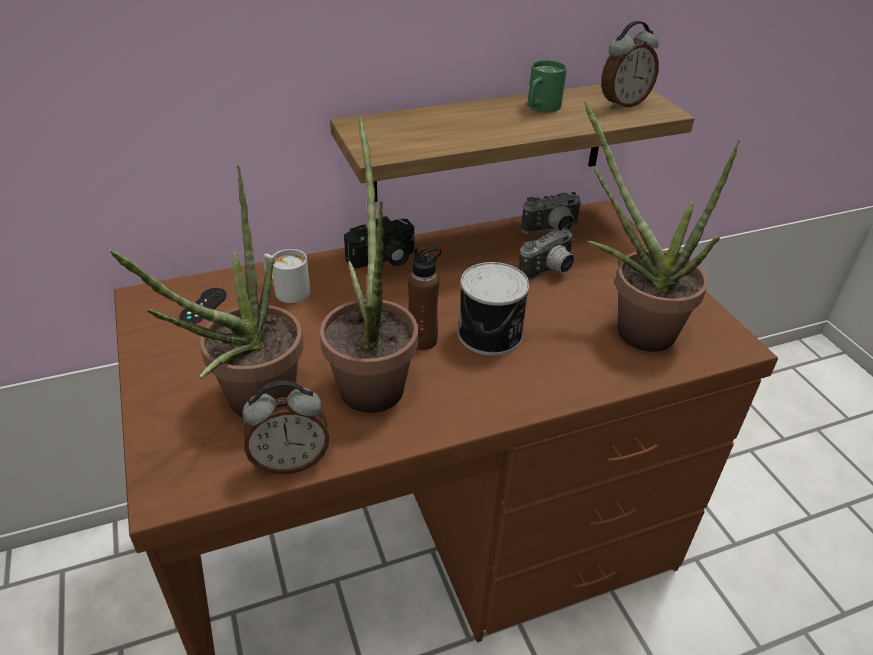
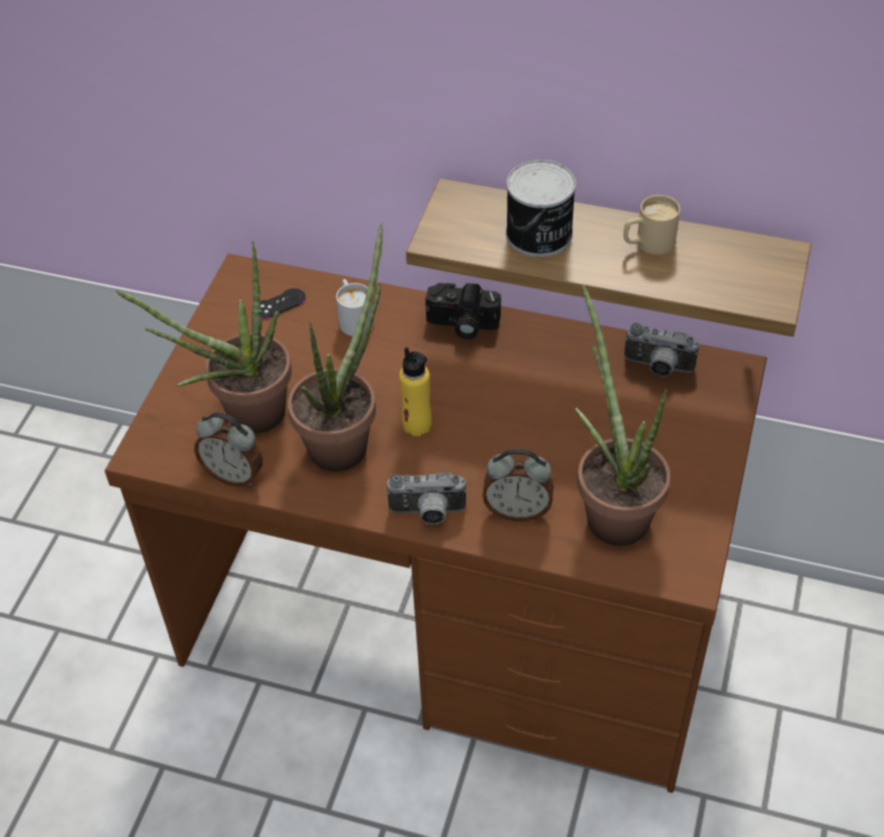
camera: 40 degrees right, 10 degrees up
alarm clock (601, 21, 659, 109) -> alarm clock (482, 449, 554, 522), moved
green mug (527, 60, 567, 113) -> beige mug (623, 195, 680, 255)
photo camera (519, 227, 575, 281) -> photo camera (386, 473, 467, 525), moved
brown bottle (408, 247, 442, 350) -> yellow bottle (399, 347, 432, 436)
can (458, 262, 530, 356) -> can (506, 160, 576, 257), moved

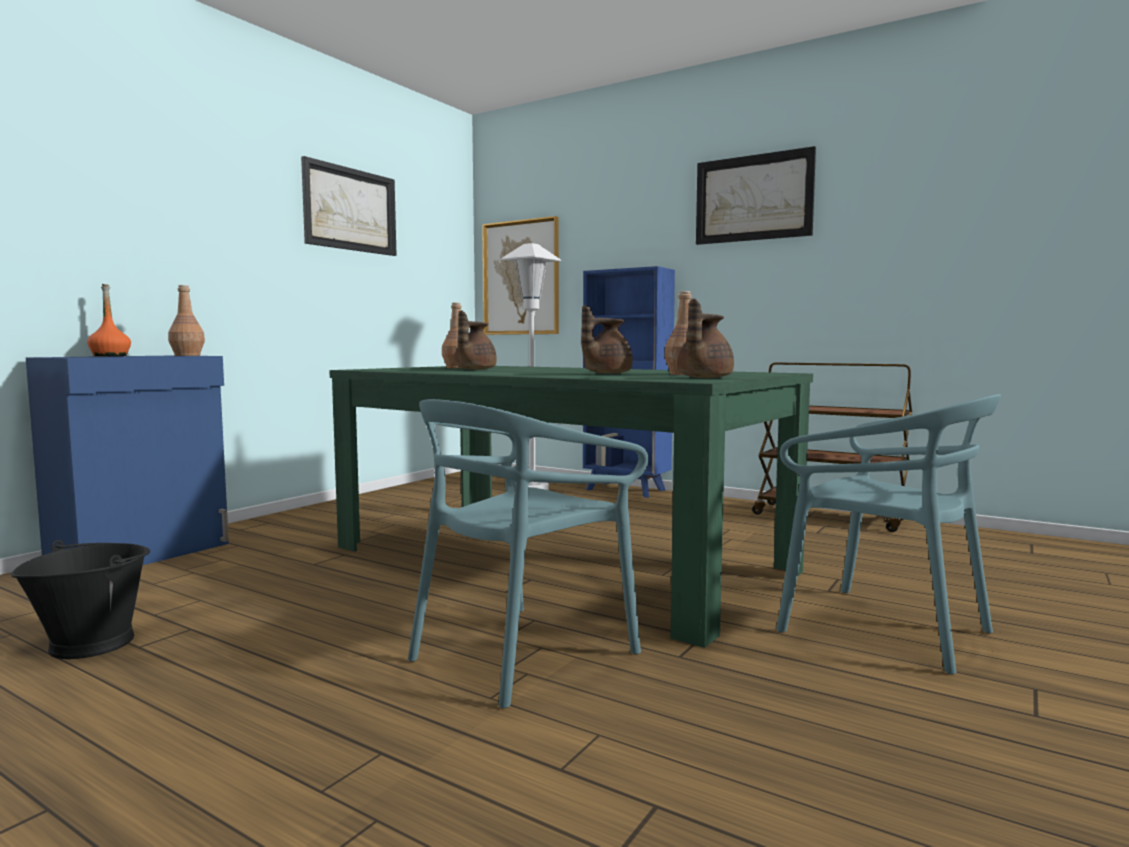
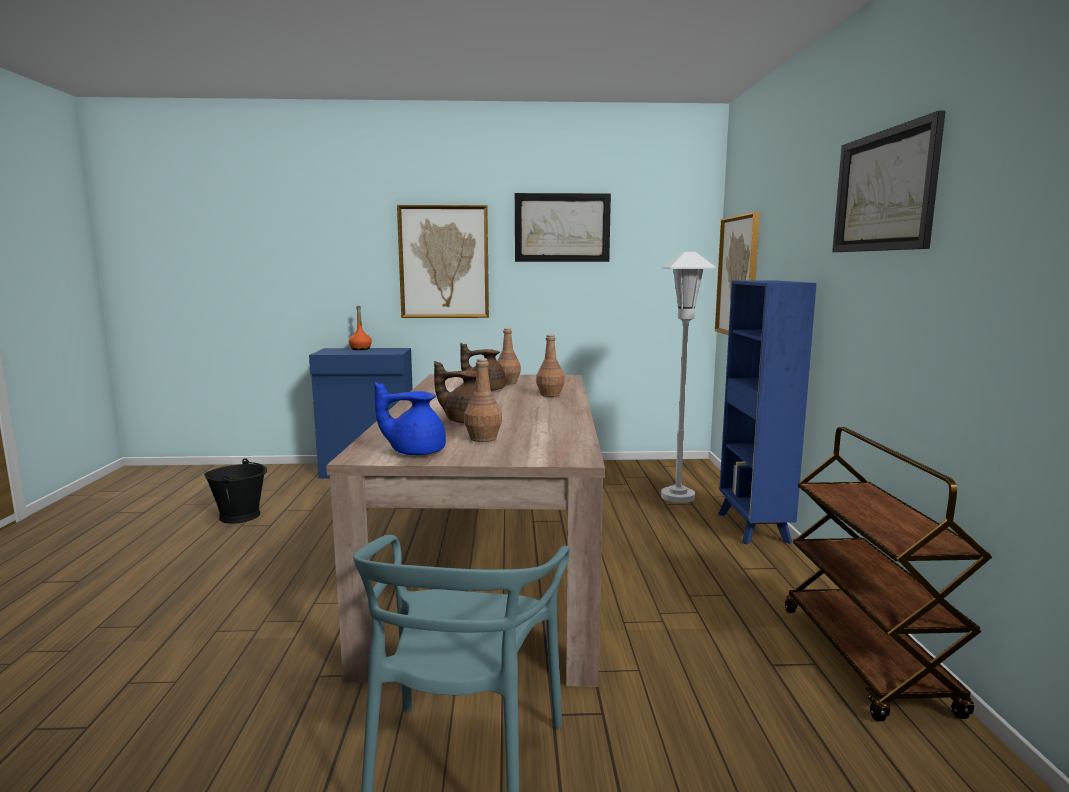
camera: 55 degrees right, 5 degrees up
brown bottle (168, 285, 205, 356) -> brown bottle (536, 334, 565, 397), moved
brown teapot (677, 299, 734, 378) -> blue teapot (374, 382, 446, 455)
green dining table (329, 366, 813, 648) -> beige dining table (326, 374, 605, 687)
turquoise chair (408, 399, 648, 708) -> none
none -> picture (397, 205, 489, 318)

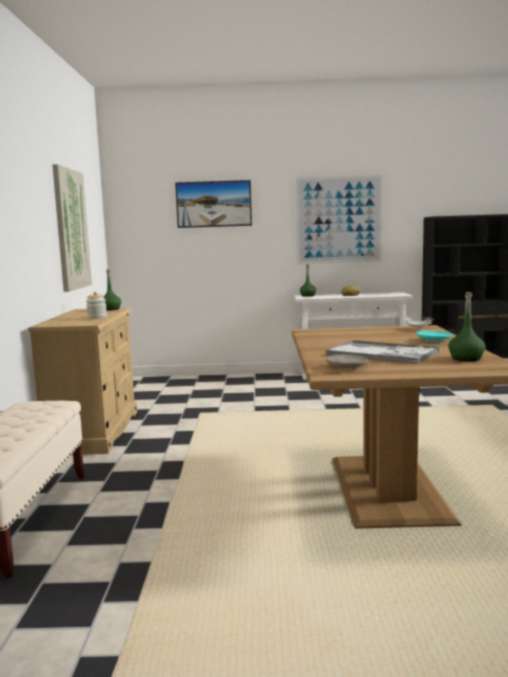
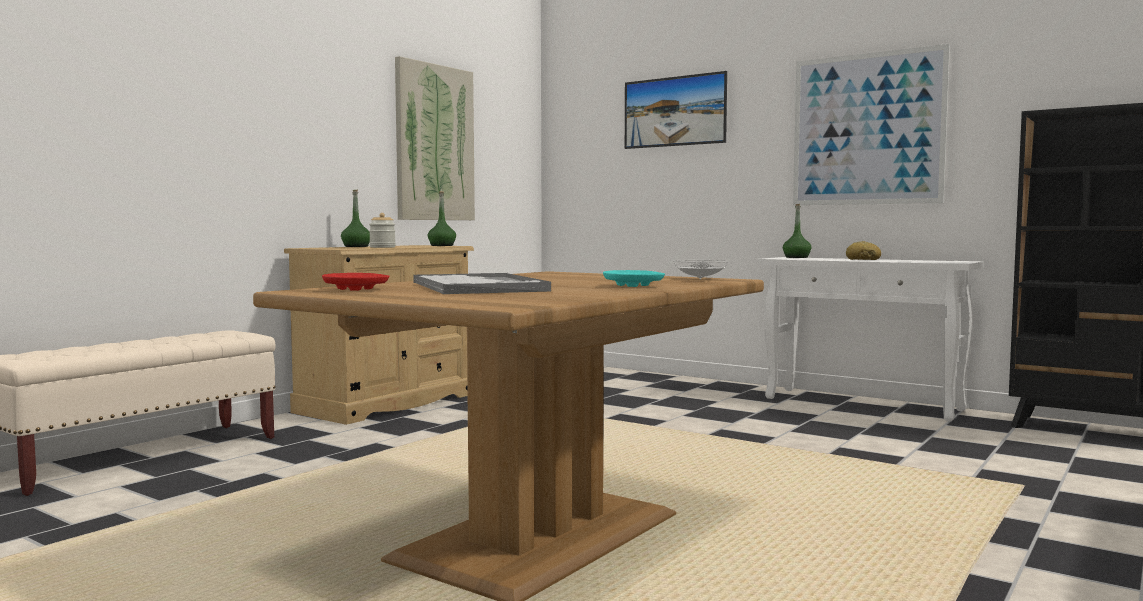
camera: 35 degrees right, 5 degrees down
green bottle (448, 292, 485, 361) -> green bottle (341, 190, 370, 247), moved
beige plate (326, 355, 368, 369) -> red plate (322, 273, 390, 291)

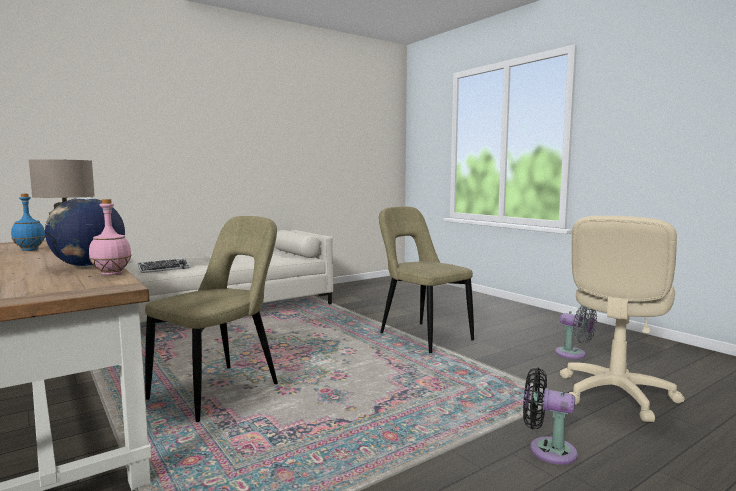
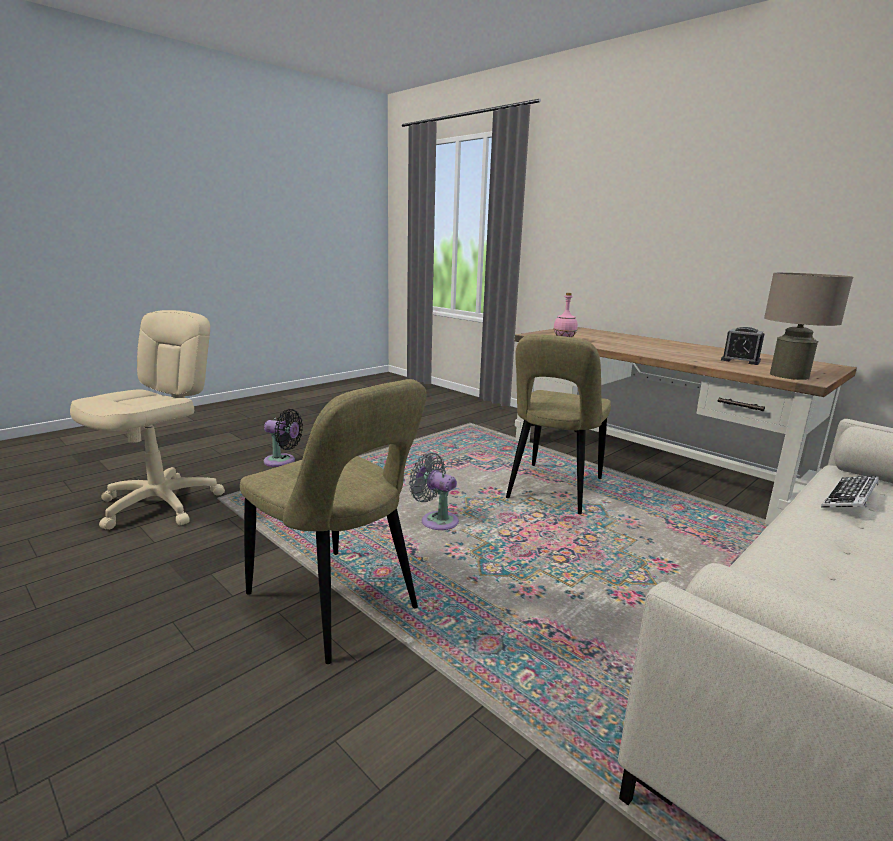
camera: 170 degrees right, 10 degrees up
blue bottle (11, 194, 45, 251) -> alarm clock (721, 327, 765, 365)
globe (45, 197, 125, 267) -> none
grey fan (555, 306, 597, 359) -> grey fan (409, 453, 459, 530), moved

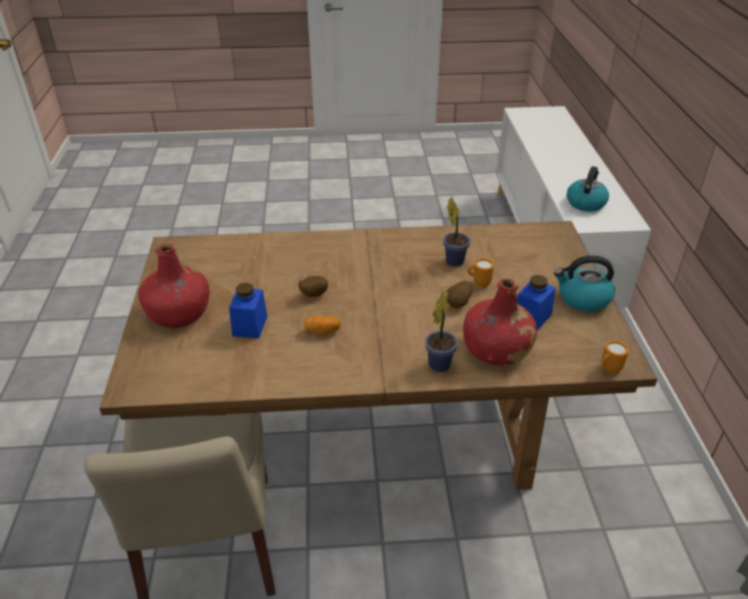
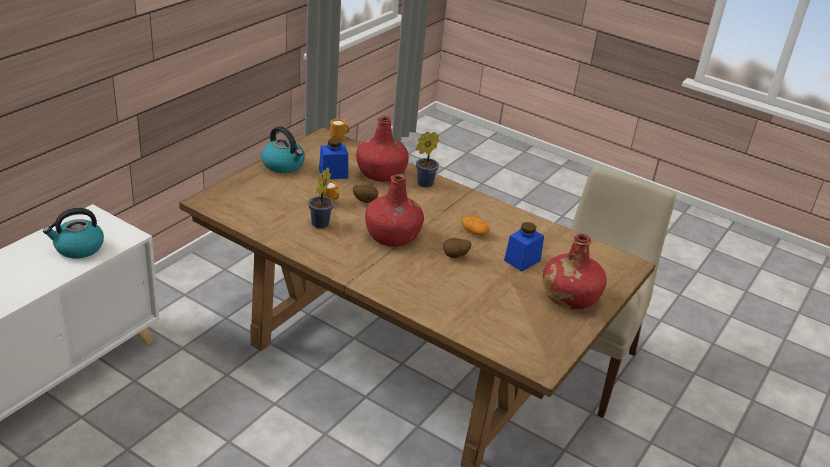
camera: 145 degrees left, 5 degrees down
none -> red bottle (365, 174, 424, 247)

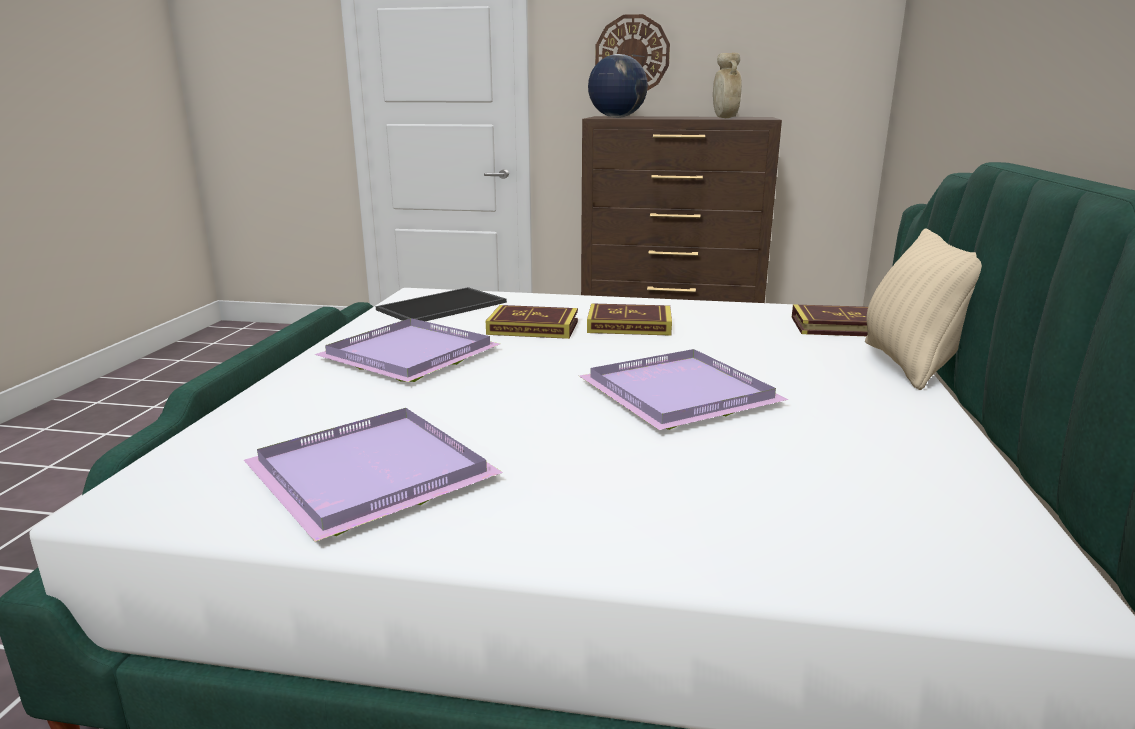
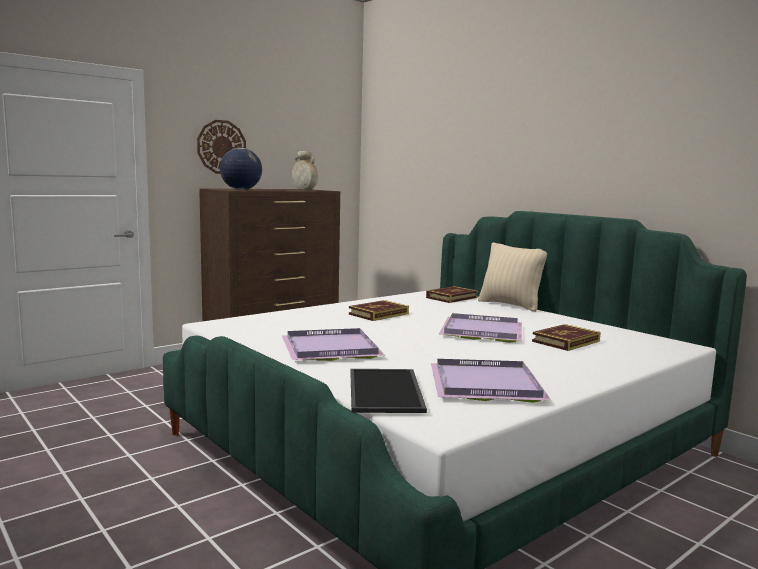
camera: 50 degrees left, 10 degrees down
tray (376, 287, 507, 321) -> tray (350, 369, 427, 413), moved
book (486, 305, 578, 339) -> book (532, 324, 601, 351), moved

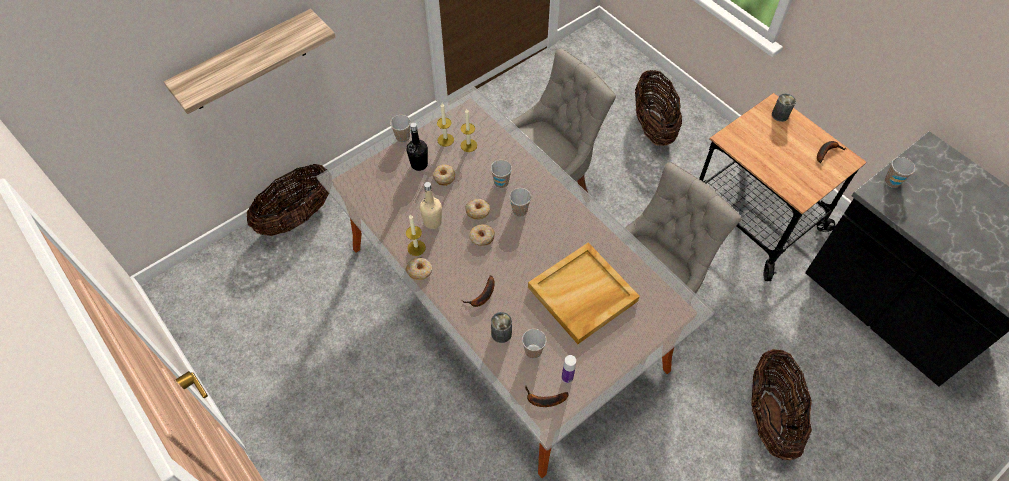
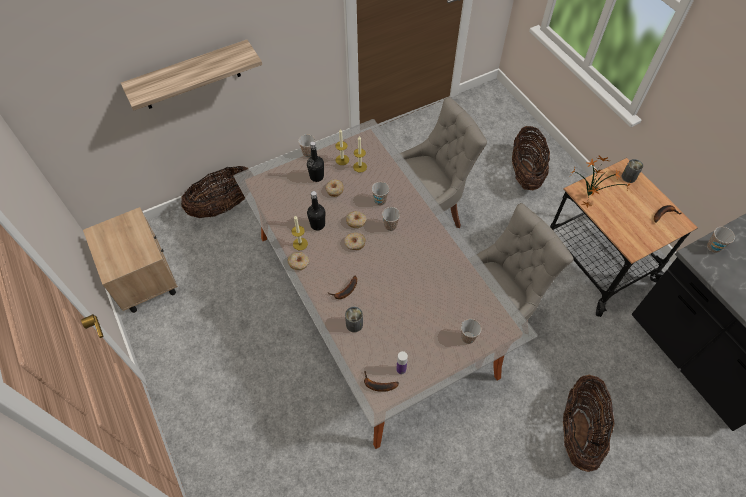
camera: 10 degrees right, 0 degrees up
beige bottle (420, 182, 442, 229) -> black bottle (307, 191, 325, 231)
beige tray (528, 243, 640, 344) -> none
cup (522, 329, 547, 359) -> cup (461, 319, 481, 344), moved
none -> potted plant (571, 156, 630, 208)
none -> beige nightstand (83, 207, 178, 313)

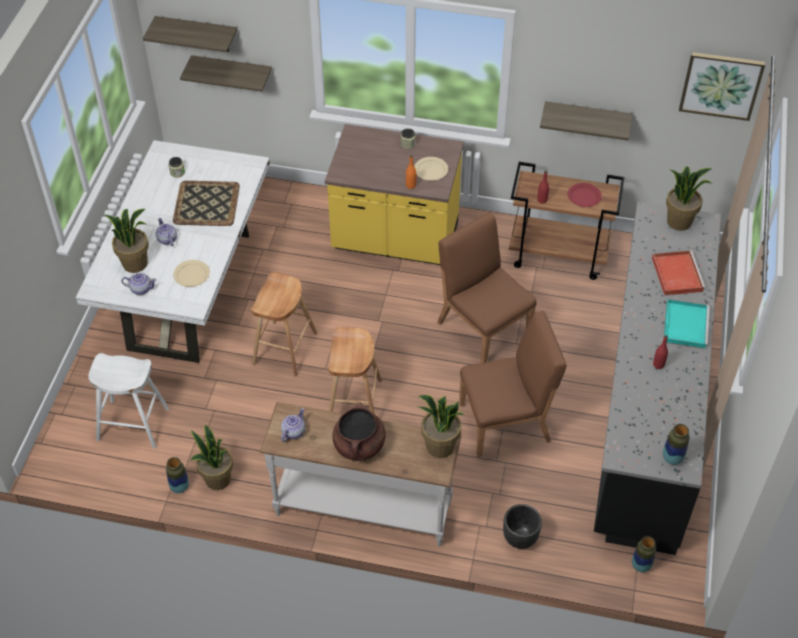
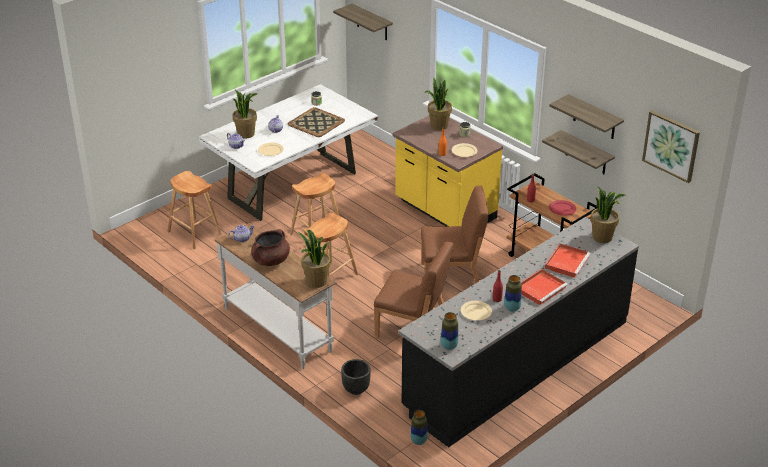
camera: 35 degrees right, 15 degrees down
shelf (180, 55, 272, 92) -> shelf (549, 94, 624, 139), moved
brown chair (437, 212, 537, 363) -> brown chair (421, 186, 489, 283), 90 degrees clockwise
turquoise tray (664, 299, 710, 349) -> red tray (521, 269, 568, 305)
white stool (88, 353, 169, 449) -> brown stool (168, 171, 222, 249)
potted plant (190, 425, 233, 490) -> potted plant (425, 78, 452, 130), moved
vase (166, 457, 189, 493) -> vase (504, 275, 522, 312), moved
none -> beige plate (461, 301, 492, 321)

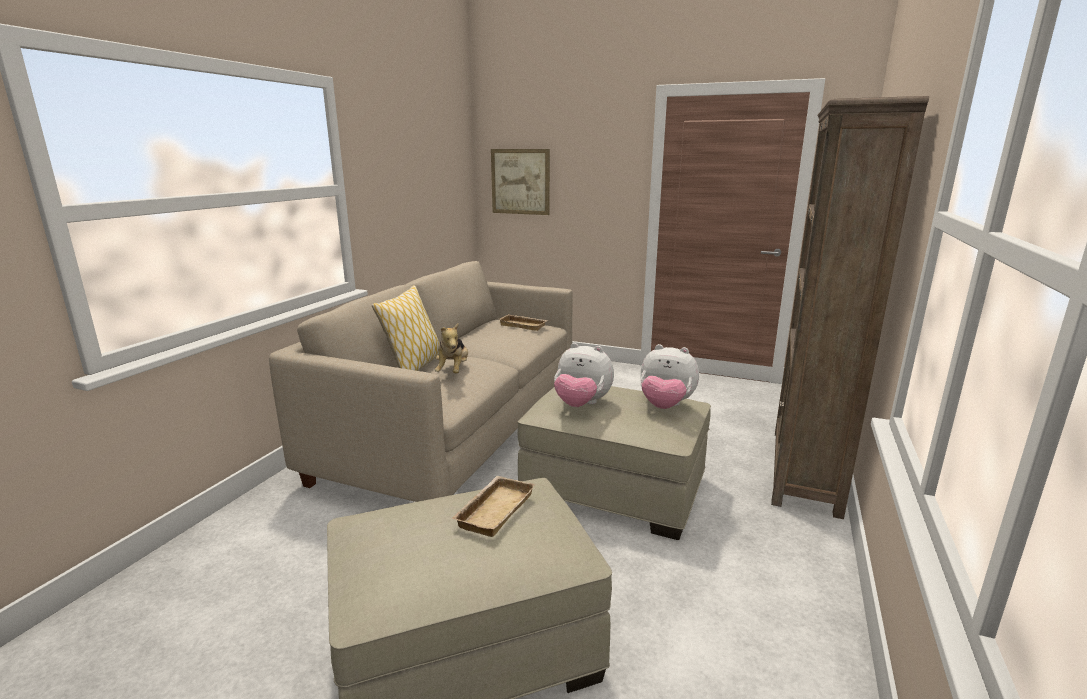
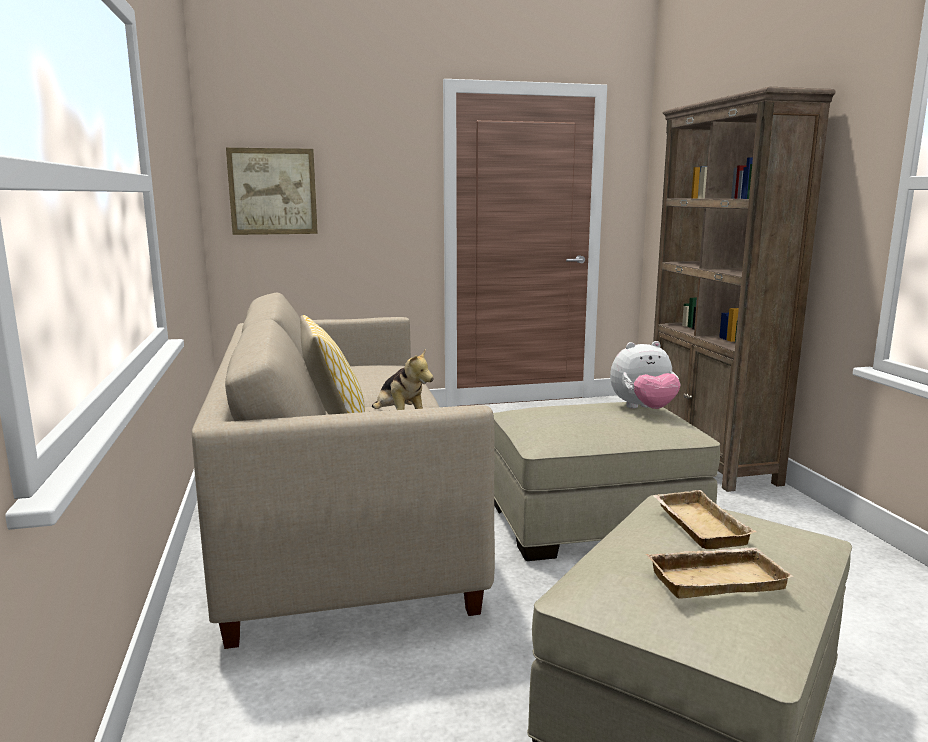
camera: 35 degrees left, 5 degrees down
beige tray (499, 314, 548, 331) -> beige tray (646, 547, 794, 598), moved
plush toy (554, 343, 614, 407) -> none

